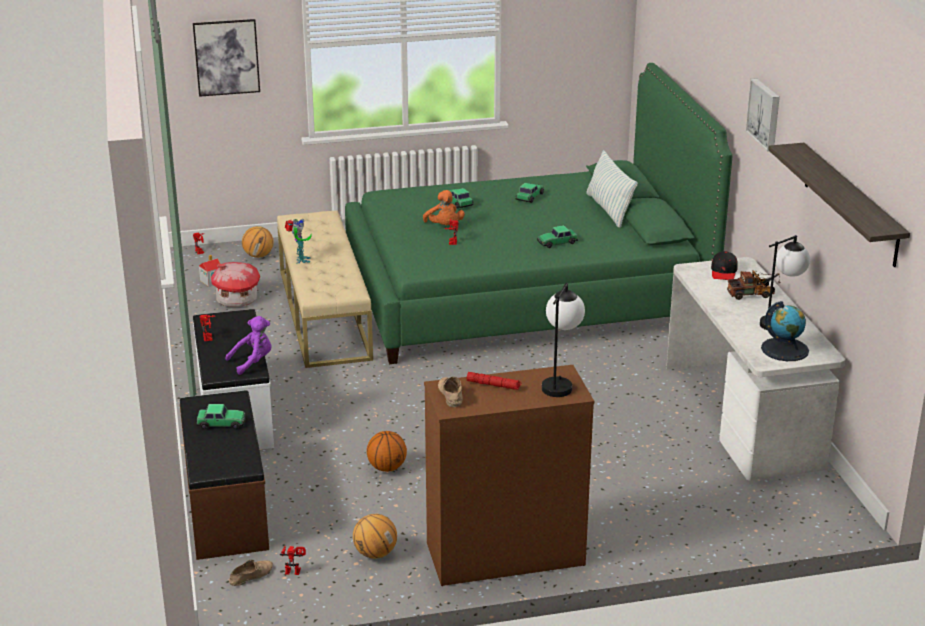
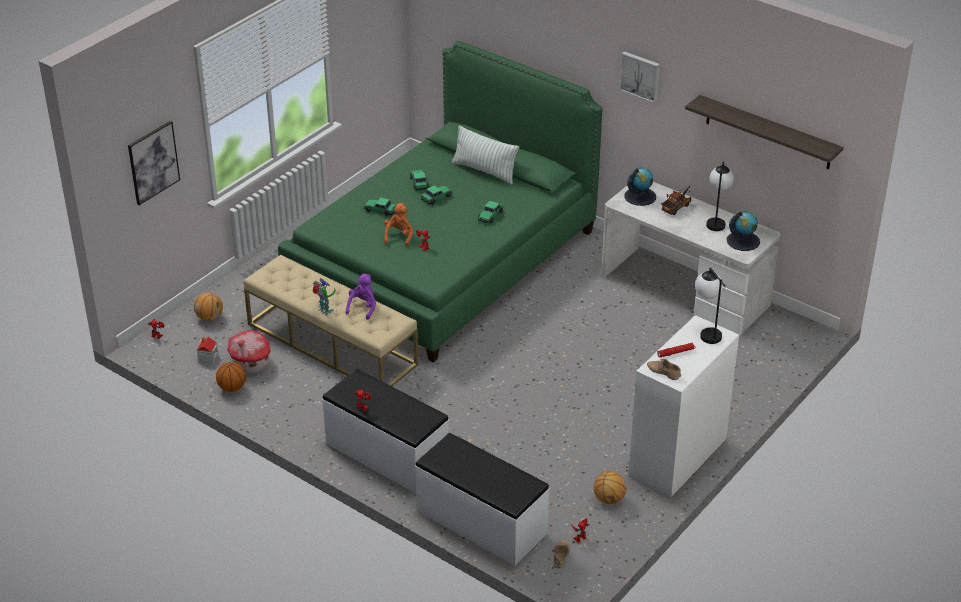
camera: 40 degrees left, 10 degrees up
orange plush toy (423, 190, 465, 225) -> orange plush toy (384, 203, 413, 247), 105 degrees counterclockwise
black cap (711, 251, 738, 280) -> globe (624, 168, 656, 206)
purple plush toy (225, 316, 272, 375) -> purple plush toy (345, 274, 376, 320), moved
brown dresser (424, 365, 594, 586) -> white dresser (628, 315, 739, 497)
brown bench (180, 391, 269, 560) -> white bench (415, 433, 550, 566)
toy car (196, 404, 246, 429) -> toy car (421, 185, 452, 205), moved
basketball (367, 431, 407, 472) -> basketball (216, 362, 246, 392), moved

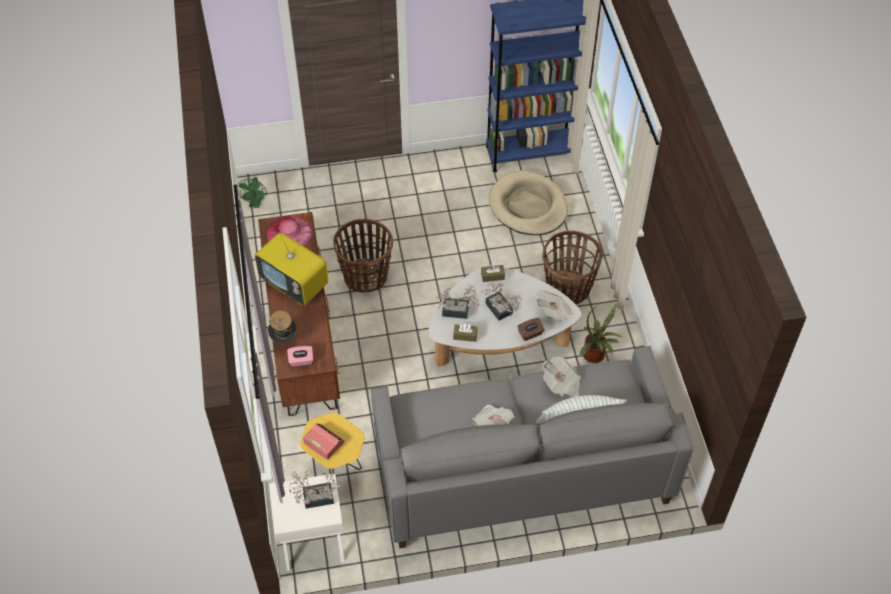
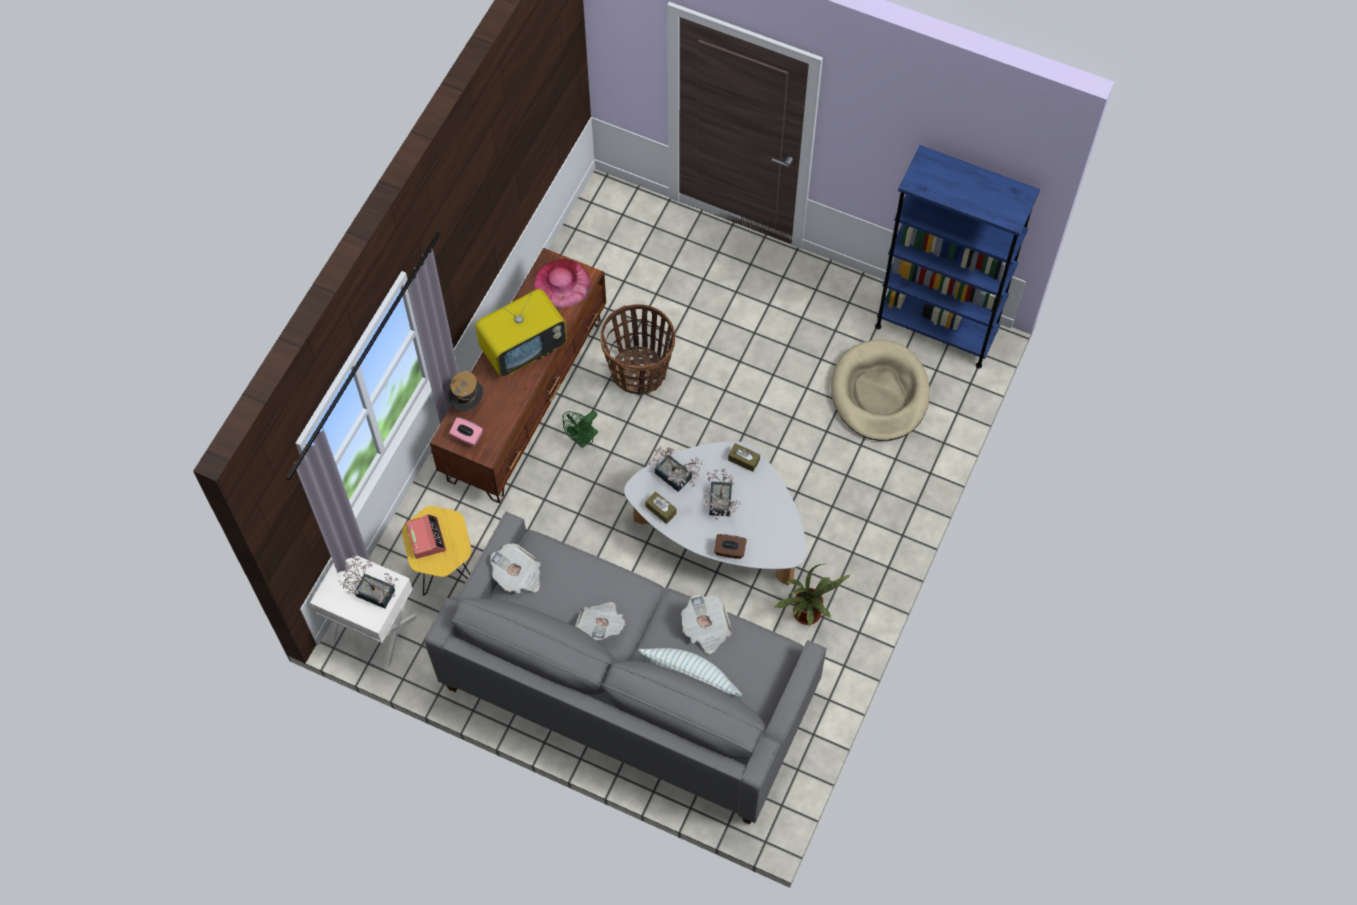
camera: 35 degrees right, 10 degrees up
green fan (237, 177, 267, 208) -> green fan (563, 411, 598, 448), moved
basket (542, 230, 603, 305) -> none
television (255, 232, 328, 305) -> television (476, 289, 567, 377), 105 degrees counterclockwise
newspaper (535, 290, 575, 321) -> newspaper (490, 543, 541, 594), moved

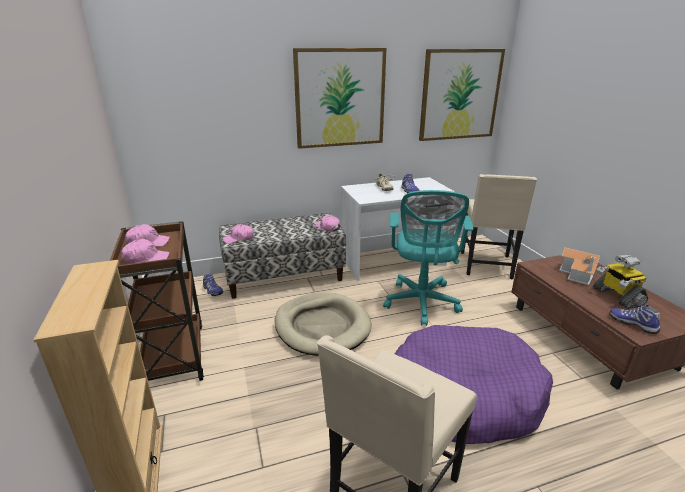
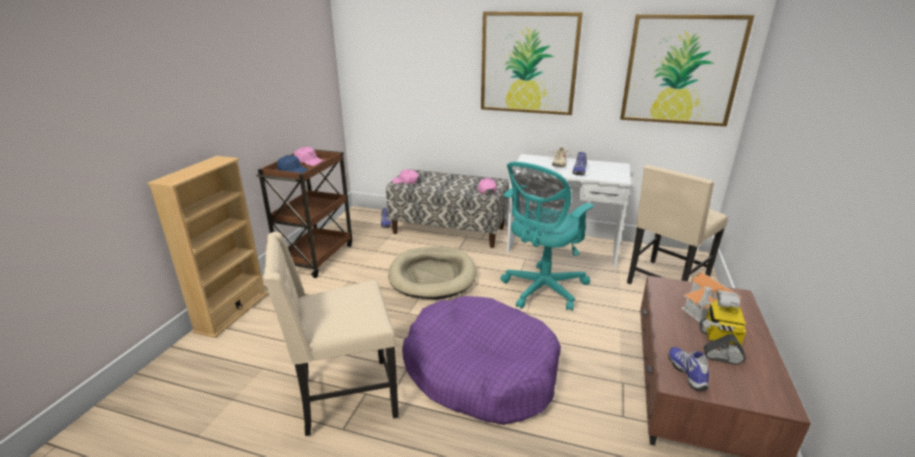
camera: 35 degrees right, 0 degrees up
pink cap (121, 239, 170, 264) -> blue cap (277, 155, 308, 173)

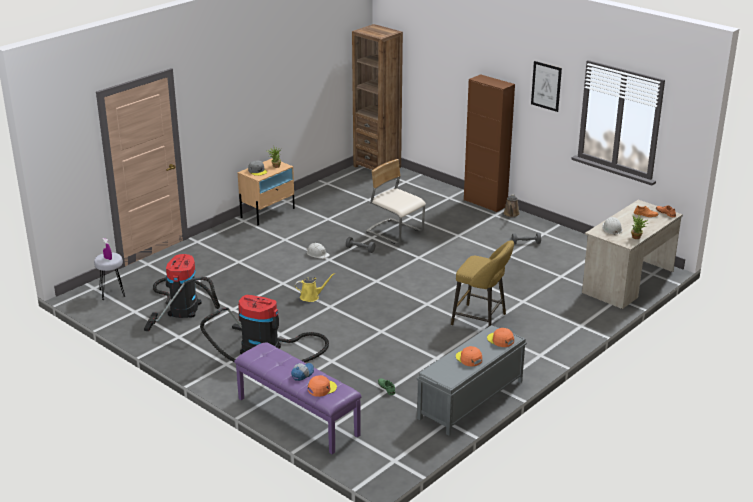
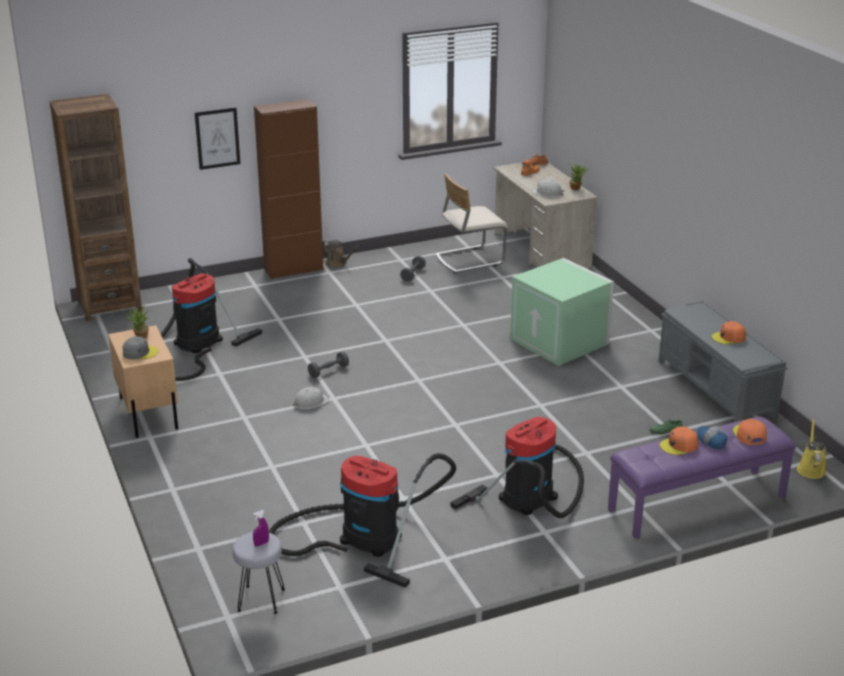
camera: 65 degrees left, 0 degrees up
picture (531, 61, 562, 112) -> picture (195, 108, 240, 170), moved
beige chair (366, 159, 426, 244) -> beige chair (436, 173, 508, 274), moved
yellow stool (451, 240, 514, 326) -> green storage box (510, 258, 614, 366)
yellow watering can (295, 273, 335, 302) -> yellow watering can (797, 419, 826, 479), moved
orange cap (487, 328, 514, 347) -> orange cap (660, 426, 698, 455), moved
none -> vacuum cleaner (161, 258, 262, 381)

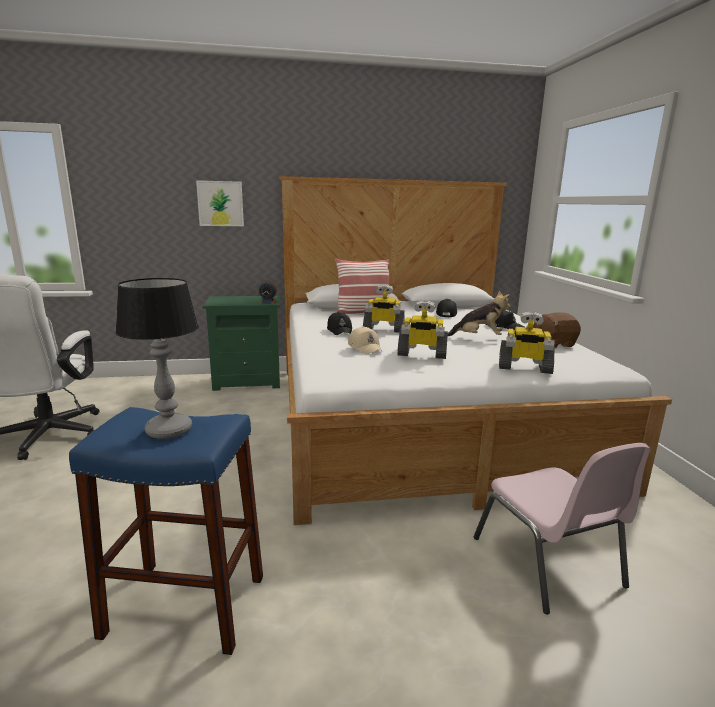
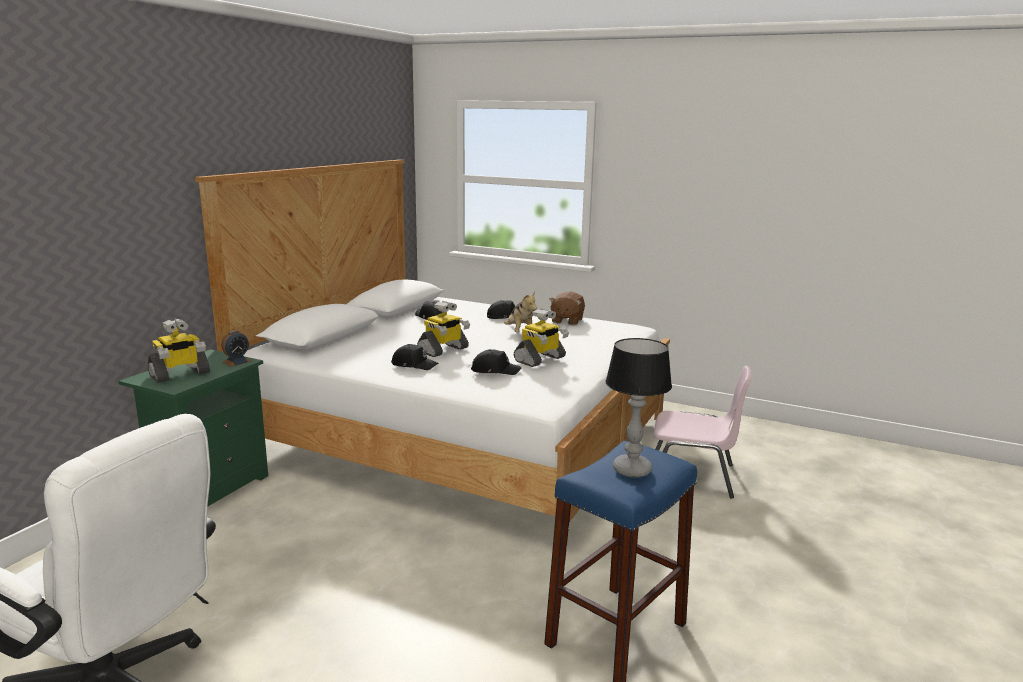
camera: 55 degrees left, 0 degrees up
picture (196, 180, 244, 226) -> none
pillow (335, 258, 390, 314) -> none
plush toy (447, 291, 511, 337) -> plush toy (504, 292, 537, 332), 120 degrees clockwise
toy robot (499, 311, 555, 374) -> toy robot (148, 319, 210, 383), moved
beige cap (348, 326, 382, 354) -> black cap (471, 349, 522, 375)

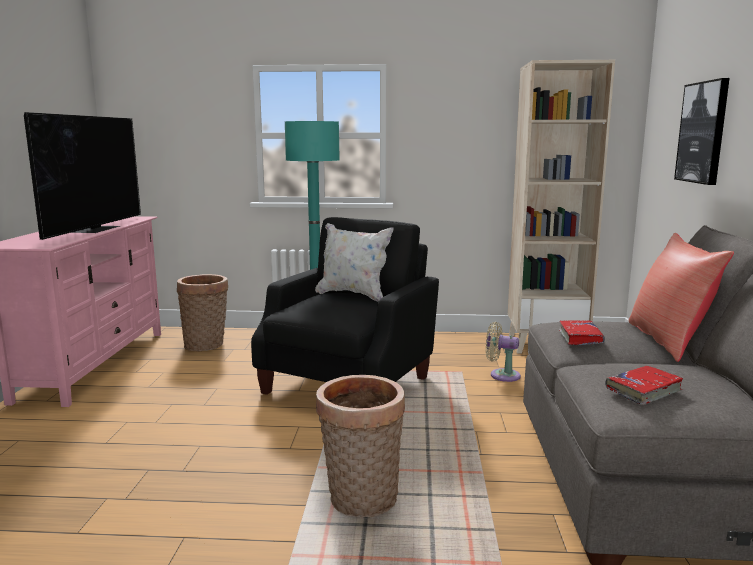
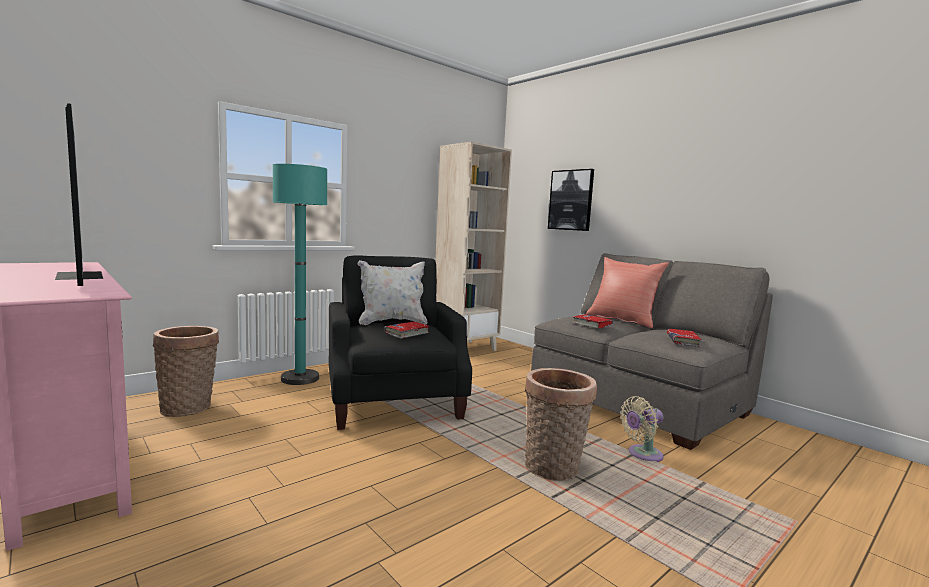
camera: 45 degrees left, 5 degrees down
beige fan (486, 322, 521, 382) -> beige fan (620, 396, 664, 462), moved
none -> red book (385, 322, 429, 339)

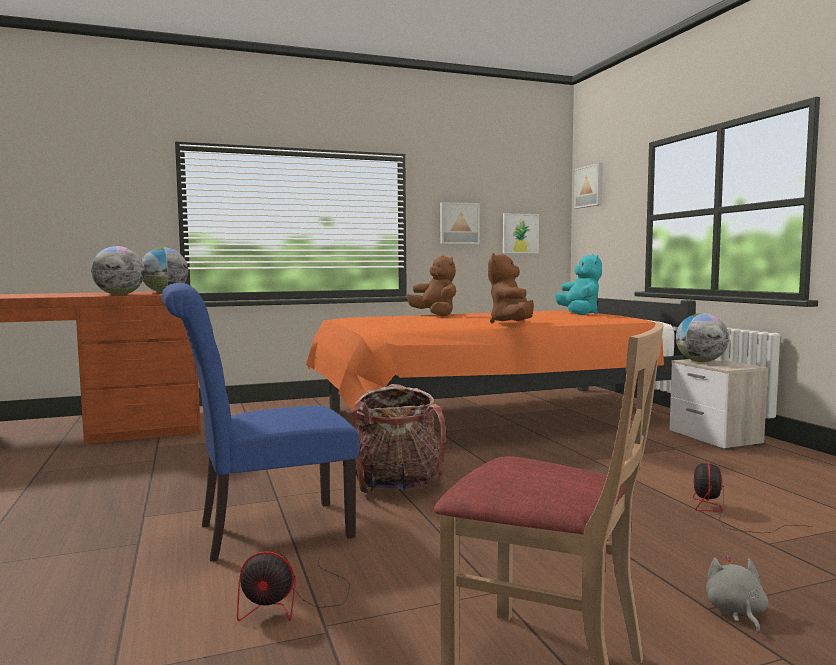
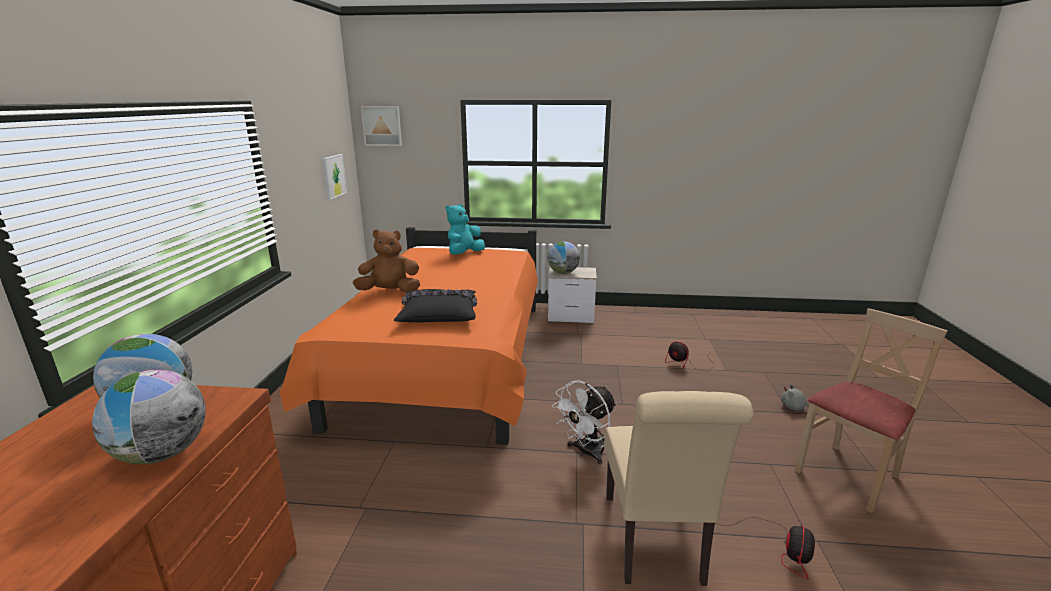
camera: 65 degrees left, 15 degrees up
picture (440, 202, 480, 244) -> none
brown plush toy (488, 253, 534, 323) -> none
turquoise plush toy (555, 254, 602, 315) -> turquoise plush toy (446, 204, 485, 255), 75 degrees counterclockwise
blue chair (162, 283, 360, 562) -> beige chair (604, 391, 754, 586)
backpack (351, 384, 446, 493) -> white fan (552, 381, 617, 464)
none -> black pillow (394, 289, 477, 323)

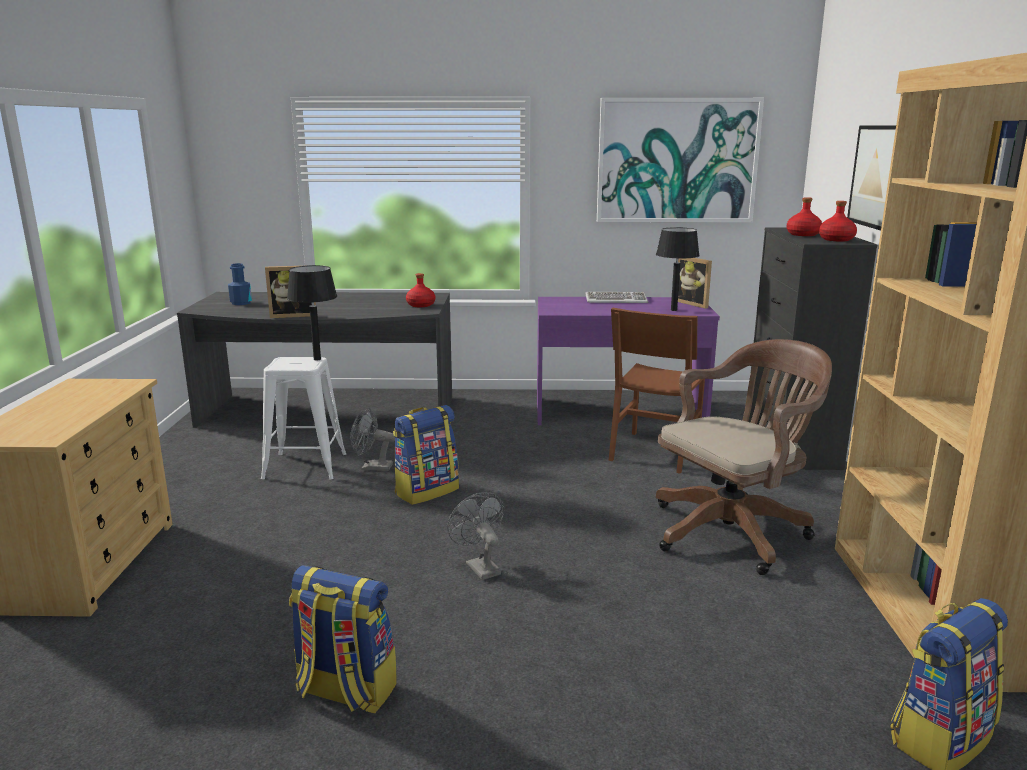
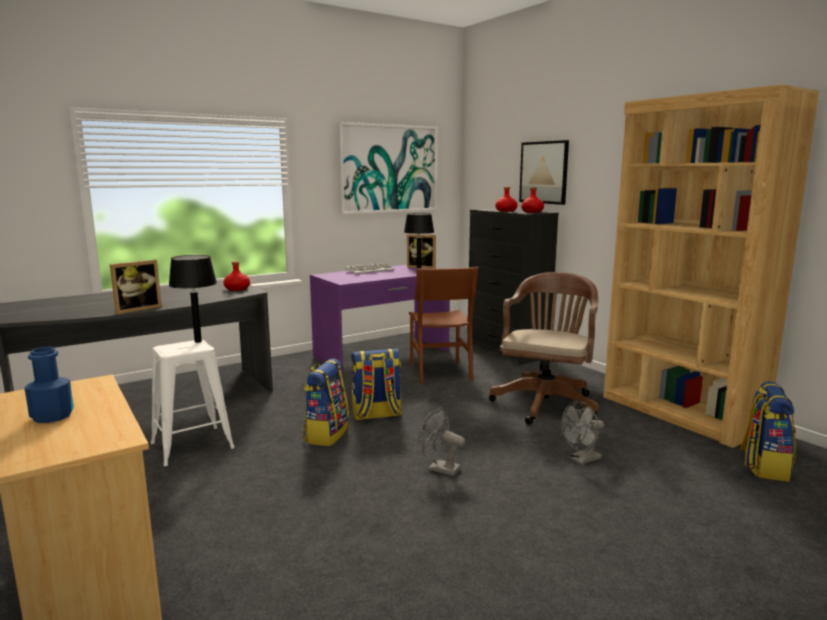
camera: 35 degrees left, 5 degrees down
blue bottle (228, 263, 252, 305) -> blue bottle (25, 347, 74, 423), moved
grey fan (350, 408, 395, 471) -> grey fan (561, 401, 604, 465), moved
backpack (289, 565, 397, 713) -> backpack (351, 349, 402, 420), moved

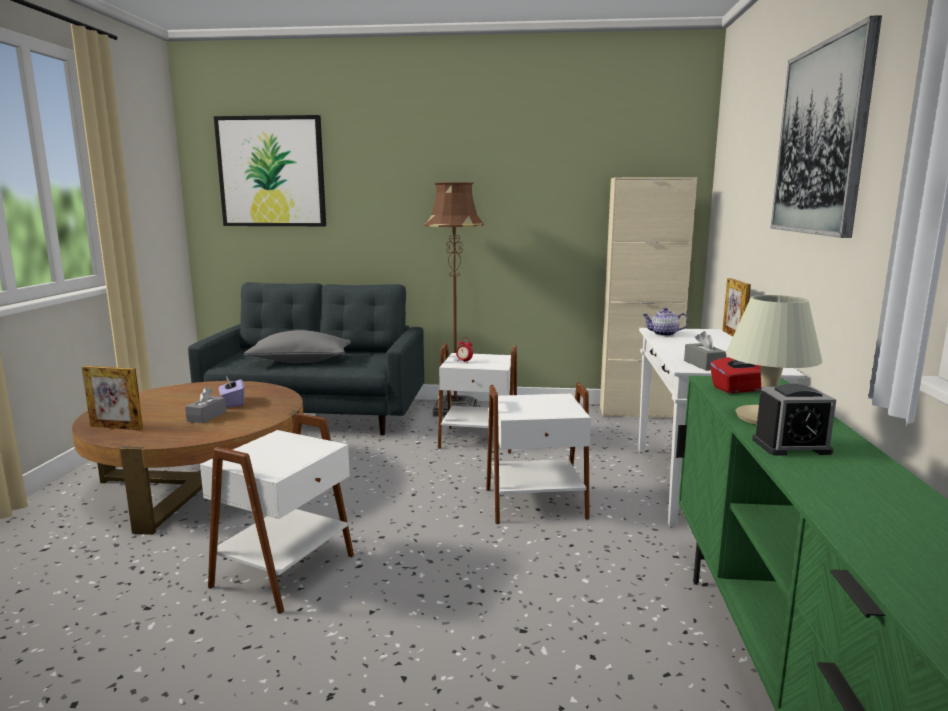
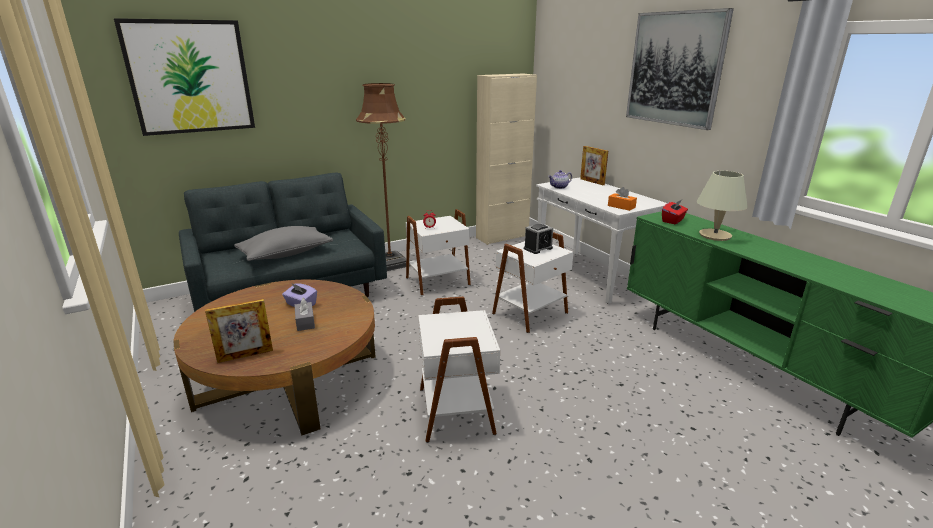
camera: 35 degrees left, 10 degrees up
grey tissue box (684, 331, 727, 371) -> orange tissue box (608, 187, 637, 211)
alarm clock (752, 384, 836, 455) -> alarm clock (524, 223, 553, 254), moved

